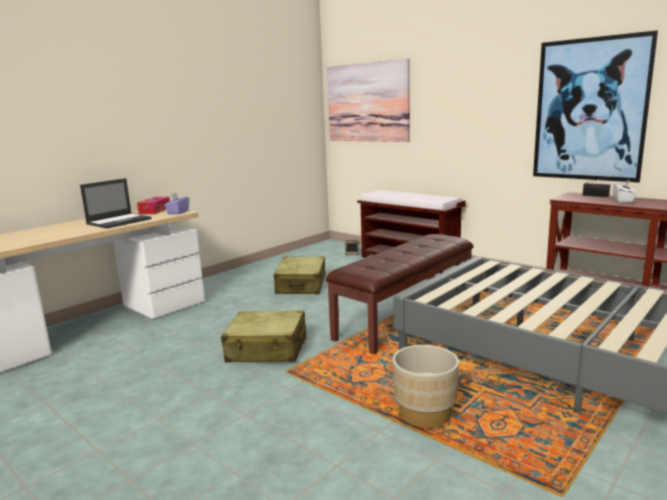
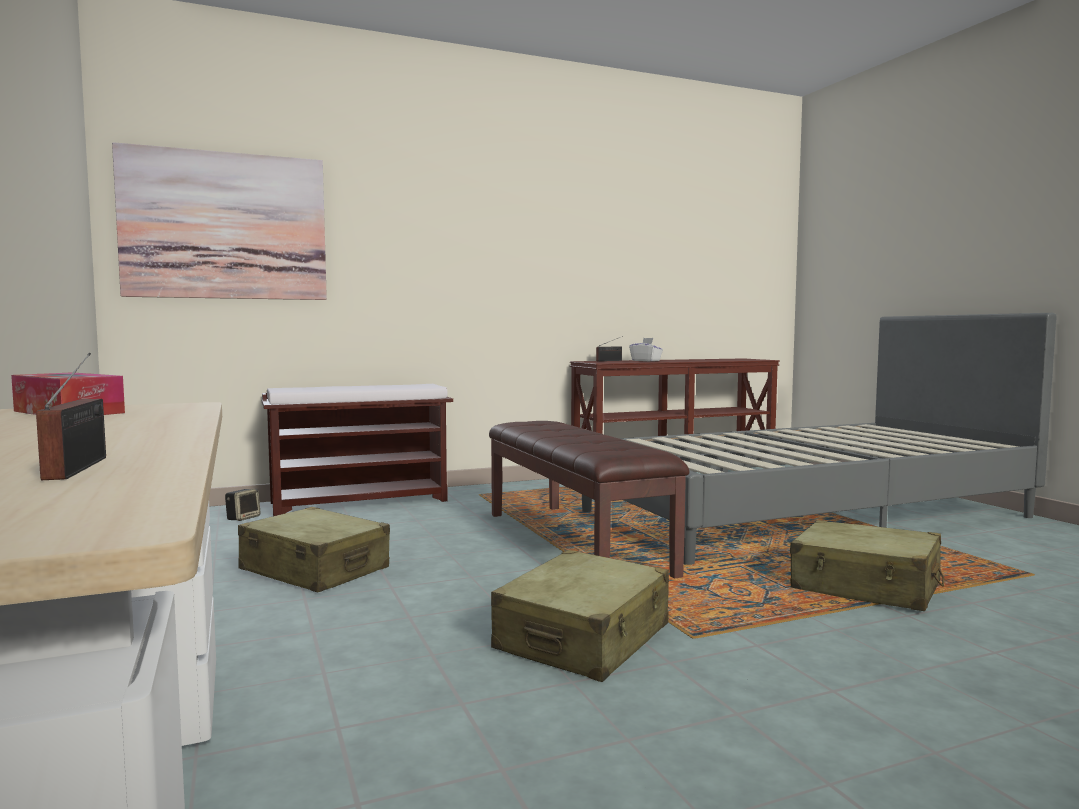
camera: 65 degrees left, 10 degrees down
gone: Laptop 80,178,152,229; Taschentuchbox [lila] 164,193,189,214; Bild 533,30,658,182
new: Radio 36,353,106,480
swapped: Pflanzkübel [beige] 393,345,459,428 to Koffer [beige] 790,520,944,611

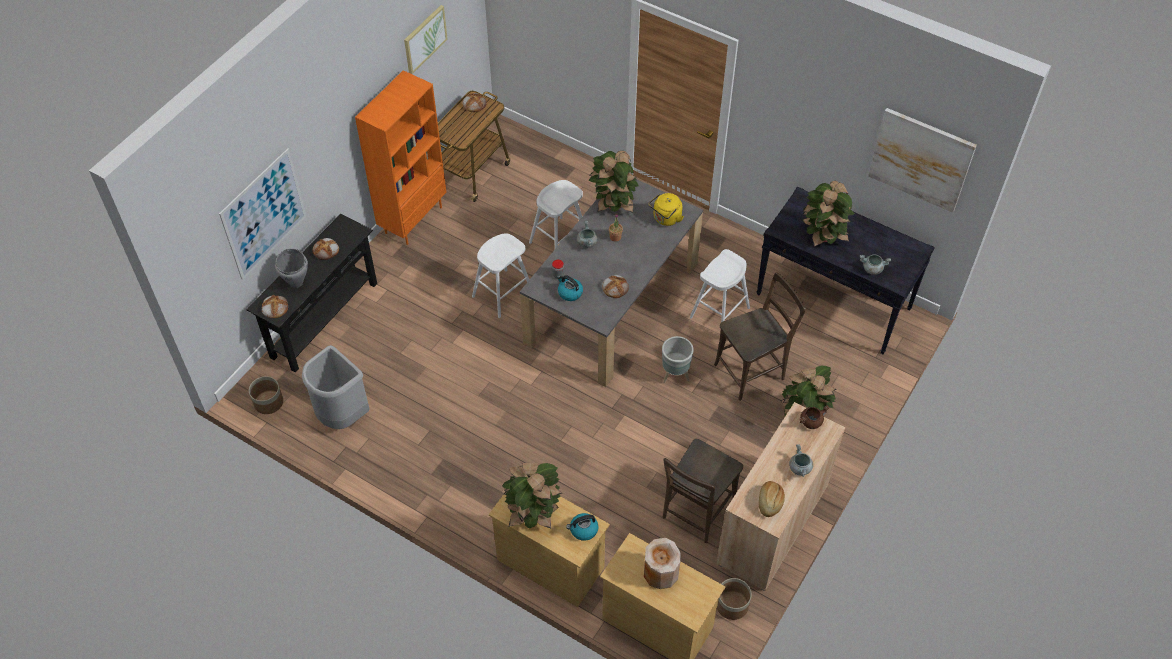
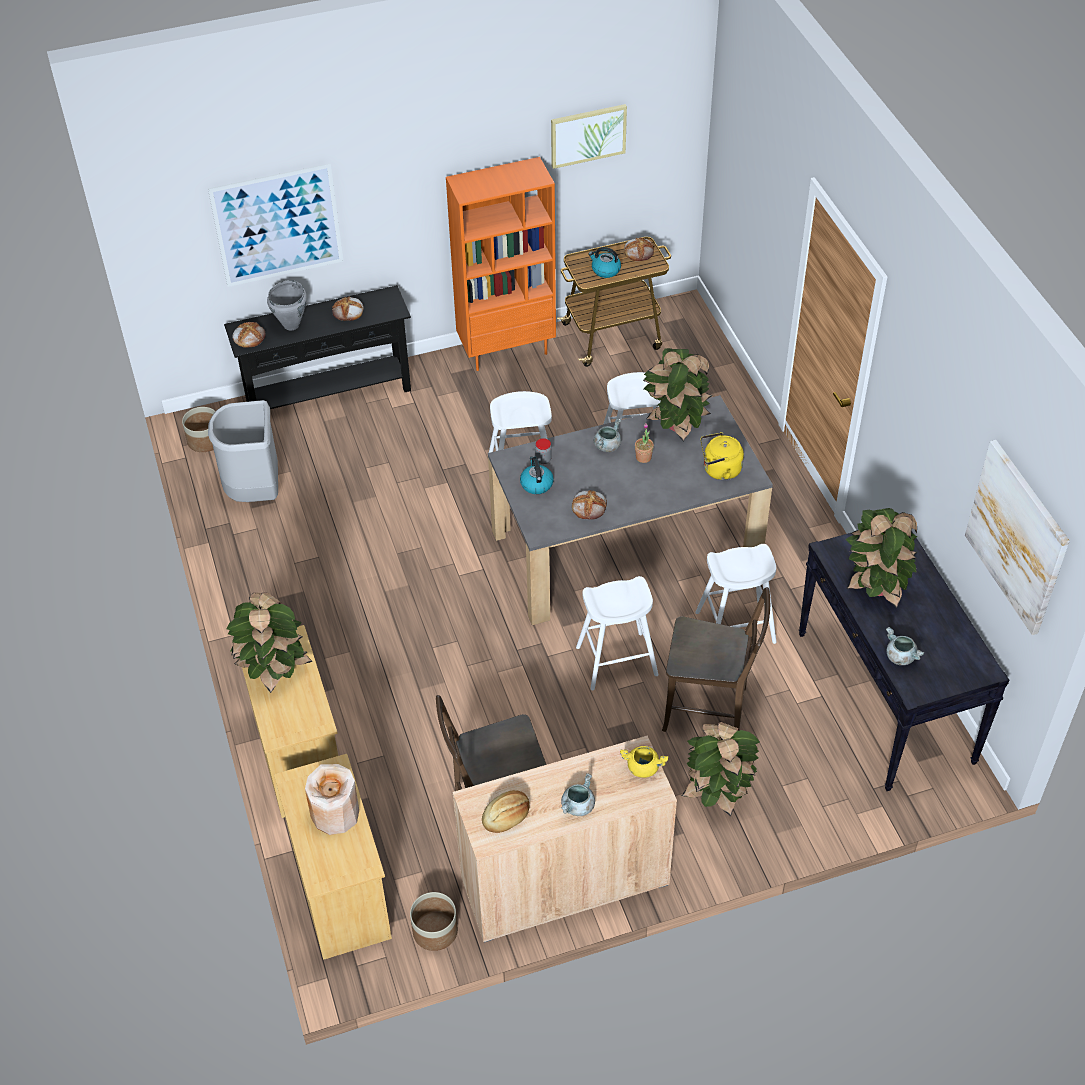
camera: 40 degrees right, 5 degrees down
shifted: Wasserkessel 566,513,599,541 to 588,247,621,278
swapped: Pflanzkübel [grau] 662,336,694,384 to Hocker [weiß] 576,576,658,690
repainted: Kochtopf [braun] 800,405,829,429 to Kochtopf [gelb] 620,746,668,778

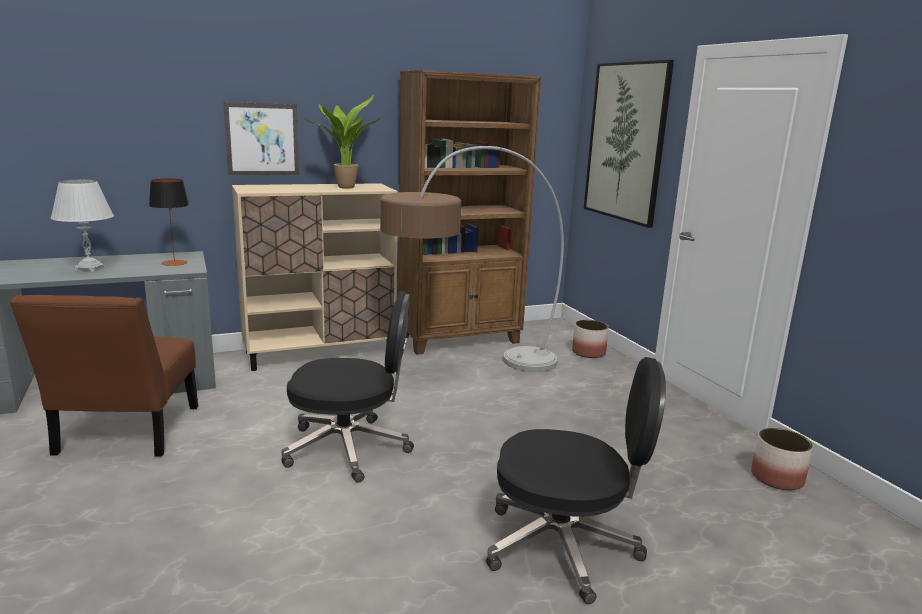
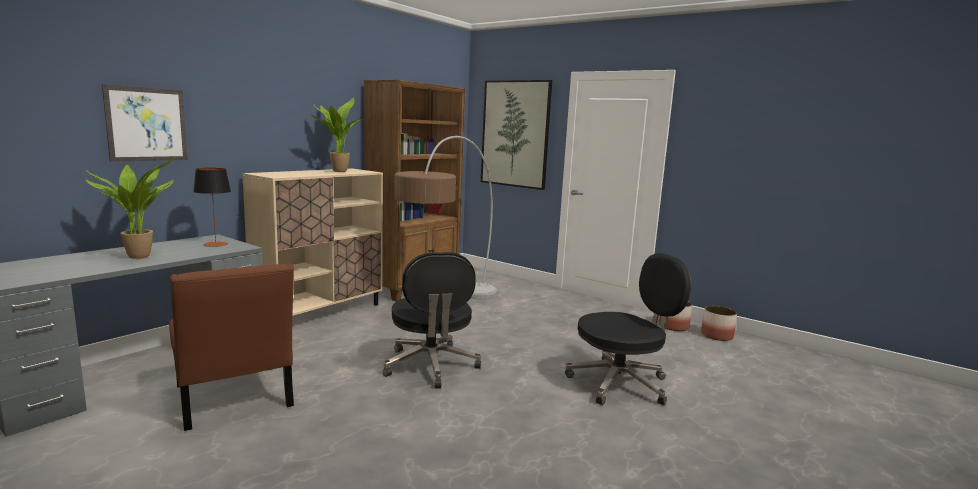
camera: 30 degrees left, 5 degrees down
shifted: Bild 223,102,299,175 to 102,84,188,162; Pflanzkübel 572,320,609,358 to 701,306,737,341
swapped: Tischlampe [weiß] 51,180,114,272 to Topfpflanze 86,156,174,259
rotated: Bürostuhl [schwarz] 281,291,414,483 = 383,252,481,388 105 degrees clockwise

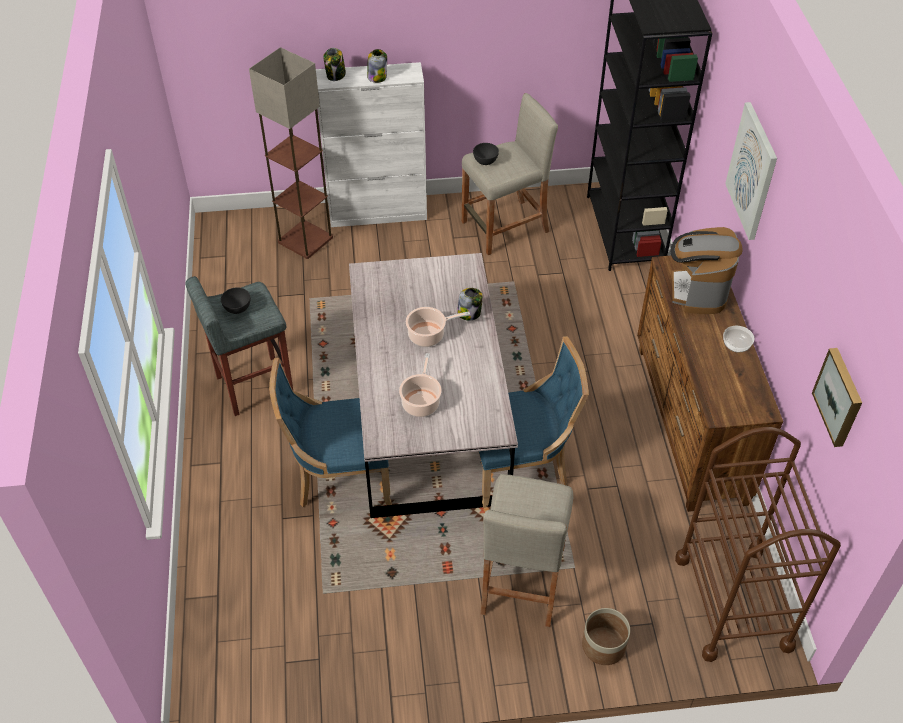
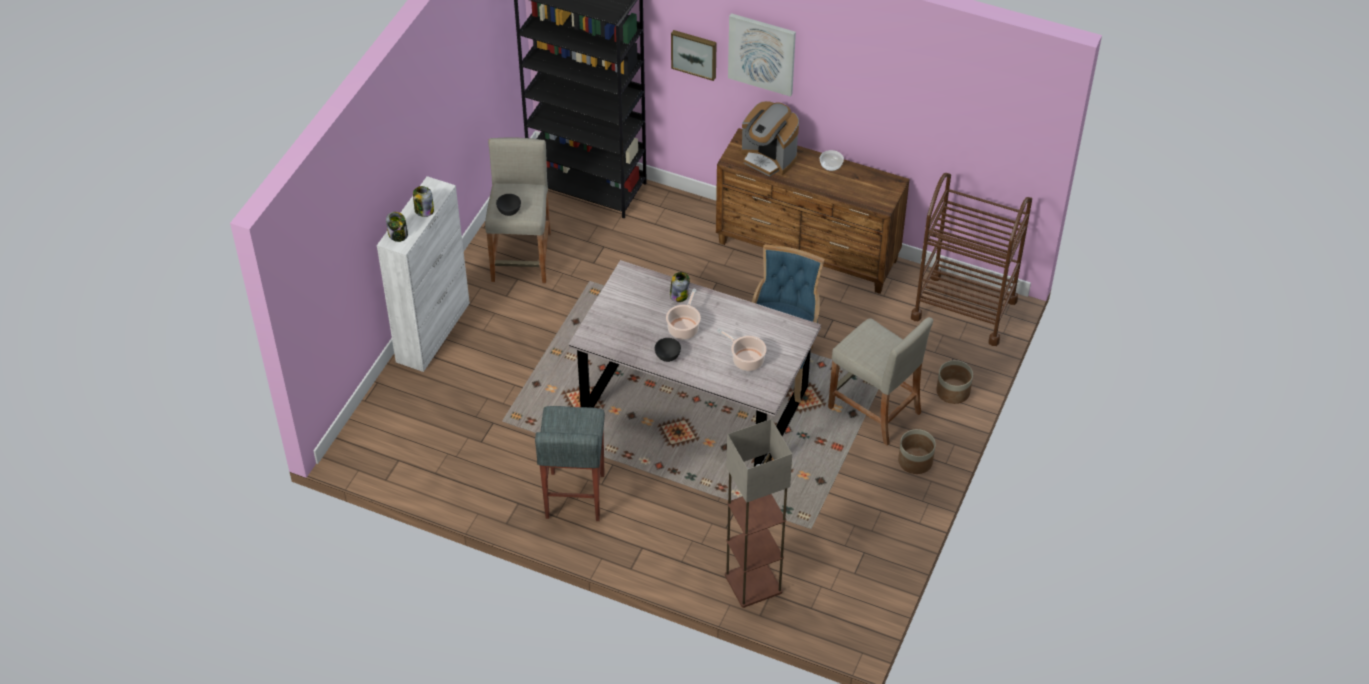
camera: 60 degrees left, 0 degrees up
gone: Stuhl [blau] 269,358,392,507
new: Pflanzkübel 898,429,936,474
shifted: Schüssel [grau] 221,287,250,314 to 655,338,681,362; Stehlampe 249,47,333,259 to 725,419,792,608; Bild 812,348,862,447 to 671,30,717,81

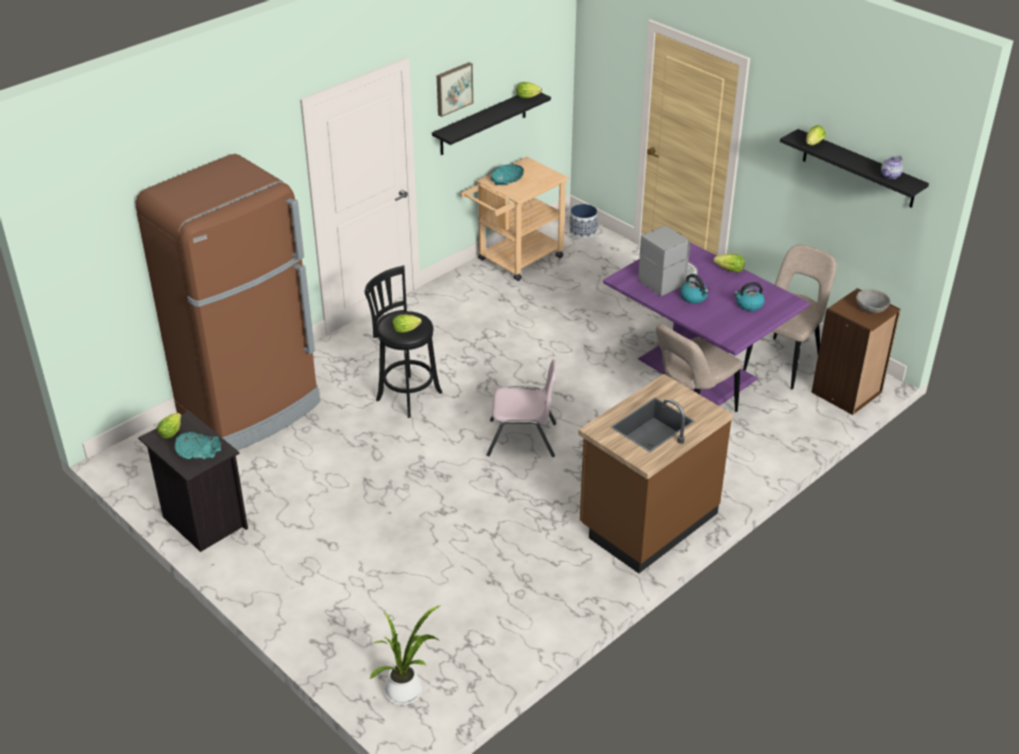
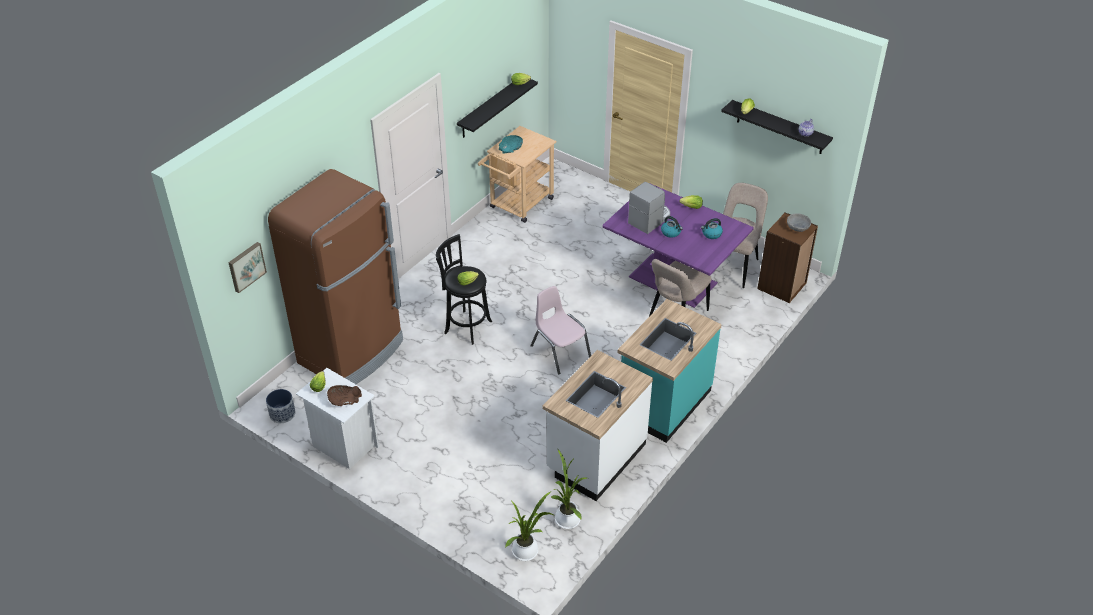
camera: 10 degrees left, 5 degrees up
new: Küchenzeile [weiß] 543,350,653,501; Topfpflanze 551,448,587,529
shifted: Bild 437,62,473,117 to 228,242,267,293; Pflanzkübel 570,204,598,239 to 266,389,296,423
repainted: Nachttisch [schwarz] 138,411,248,552 to Nachttisch [weiß] 296,368,379,469; Schüssel [türkis] 175,432,221,459 to Schüssel [braun] 327,385,362,406; Küchenzeile [braun] 578,374,733,573 to Küchenzeile [türkis] 618,299,722,443
rotated: Stuhl [rosa] 487,359,556,457 = 530,286,591,374 120 degrees counterclockwise

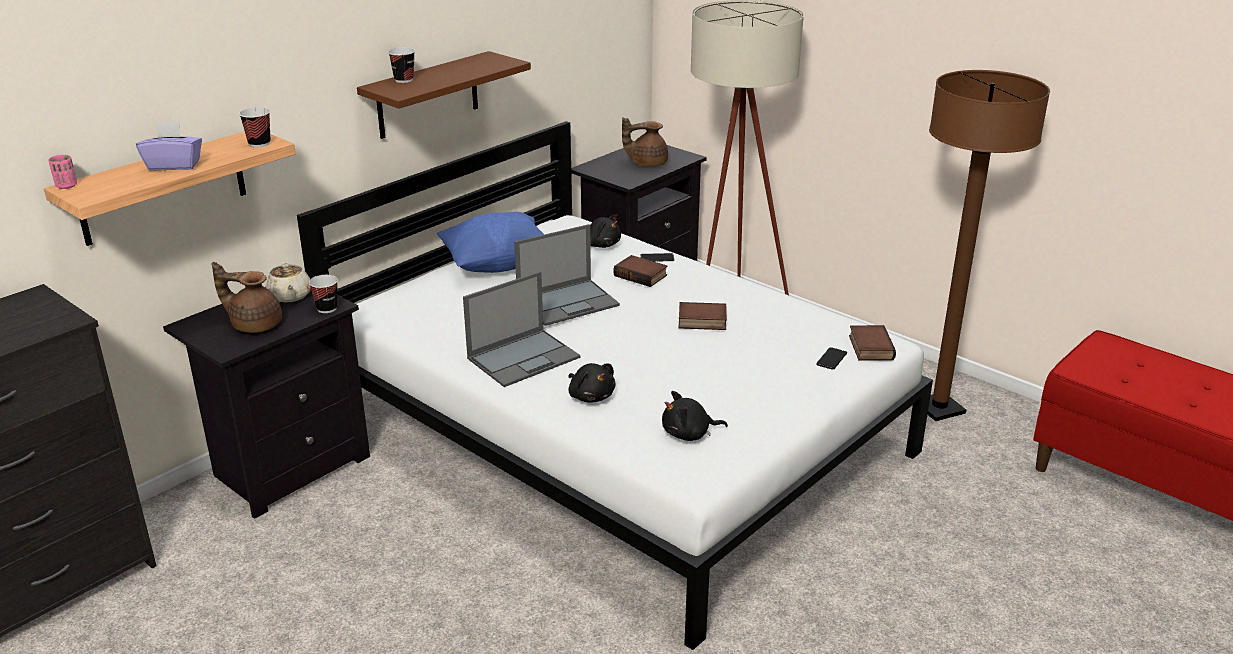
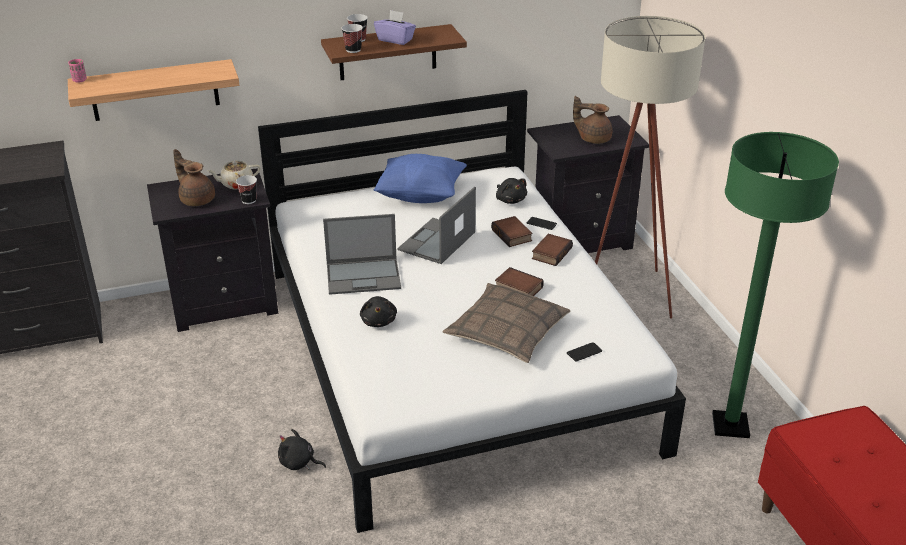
camera: 30 degrees right, 5 degrees up
new: Kissen 442,283,571,363
shifted: Taschentuchbox [lila] 136,122,202,171 to 374,10,416,45; Tasse 239,107,270,147 to 342,24,363,53; Plüschtier [schwarz] 662,391,728,441 to 278,429,326,470; Buch 849,325,896,361 to 532,234,573,266
repainted: Stehlampe [braun] 927,70,1050,421 to Stehlampe [grün] 712,132,839,438
rotated: Teekanne [beige] 266,262,311,303 = 207,160,261,189 60 degrees clockwise; Laptop 514,224,620,326 = 398,187,476,264 120 degrees clockwise

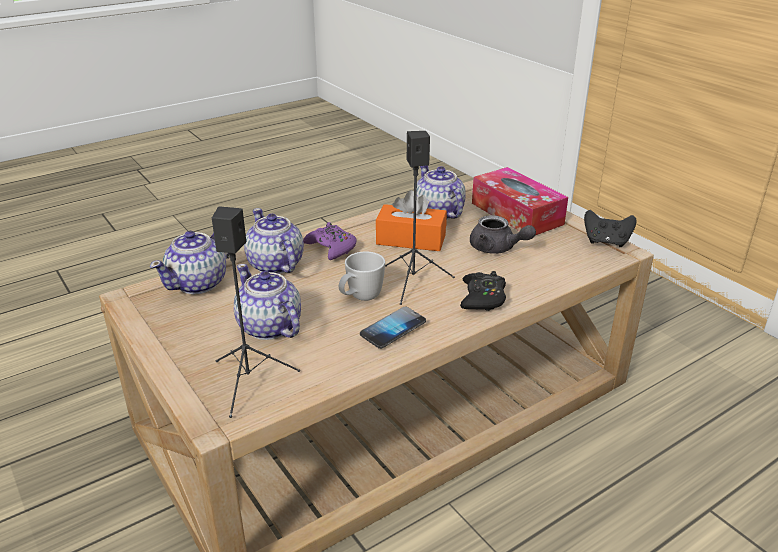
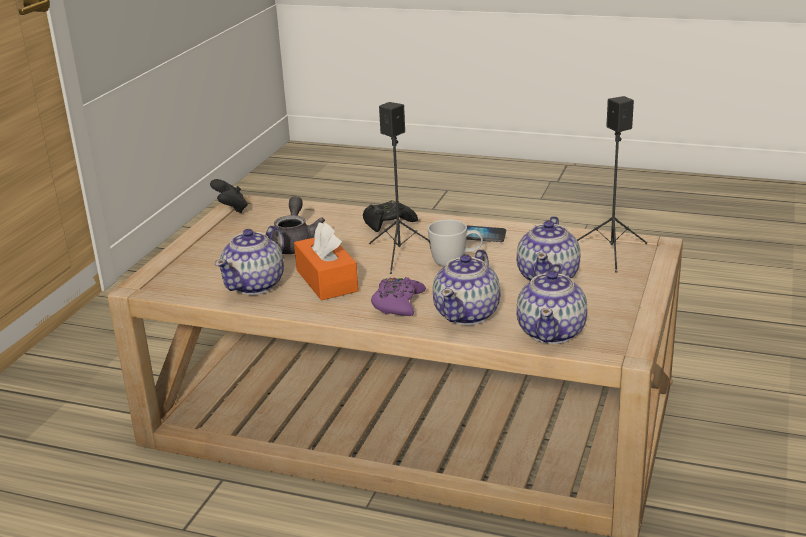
camera: 125 degrees left, 5 degrees down
gone: Taschentuchbox 472,167,568,235
rotated: Teekanne 150,231,229,294 = 517,264,587,344 105 degrees clockwise

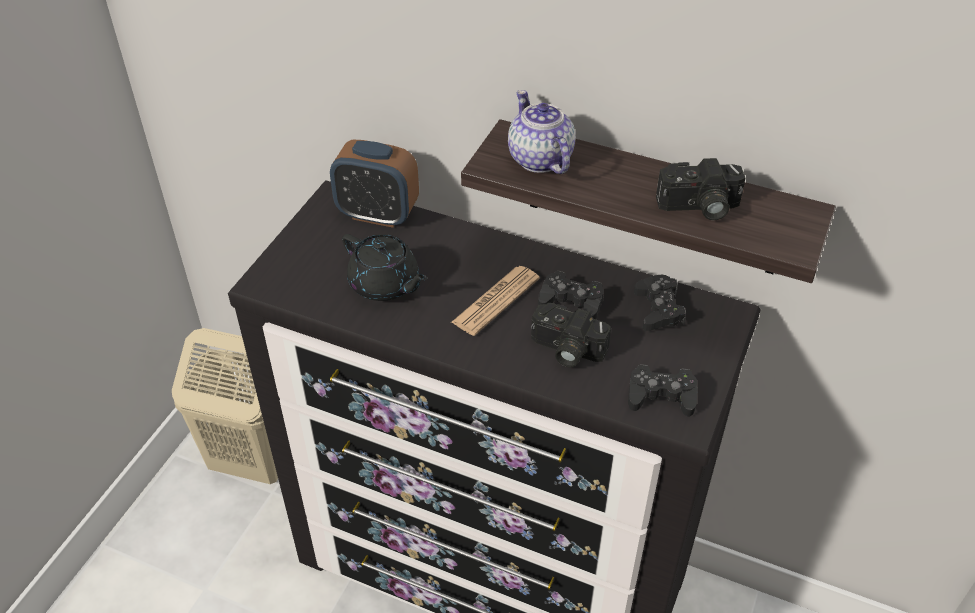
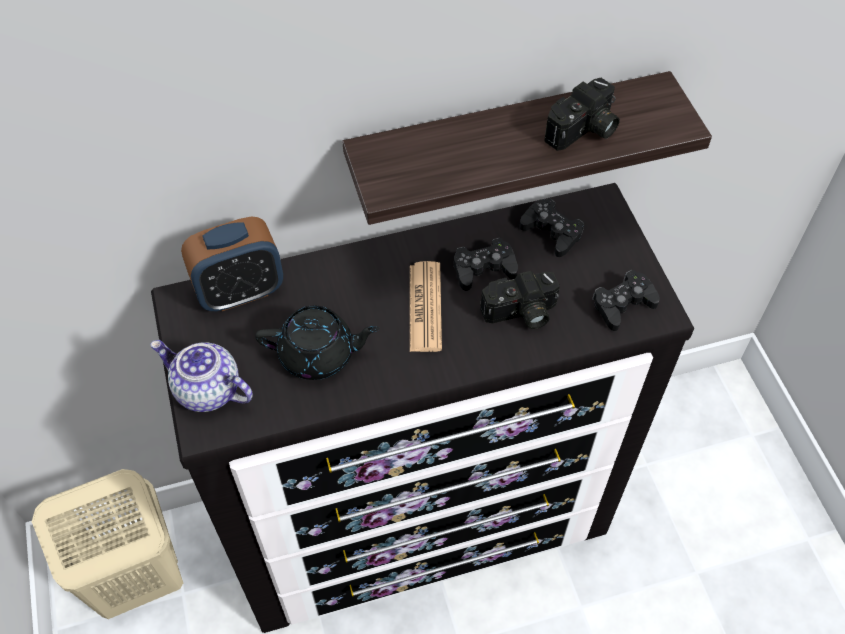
camera: 40 degrees left, 10 degrees up
shifted: Teekanne 508,90,575,174 to 151,340,253,412

